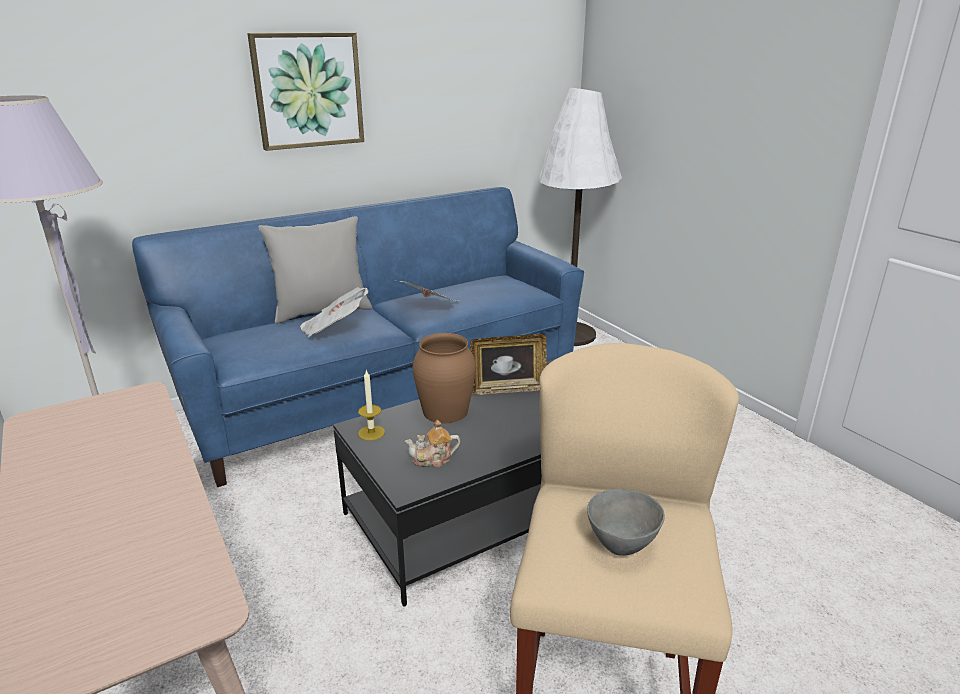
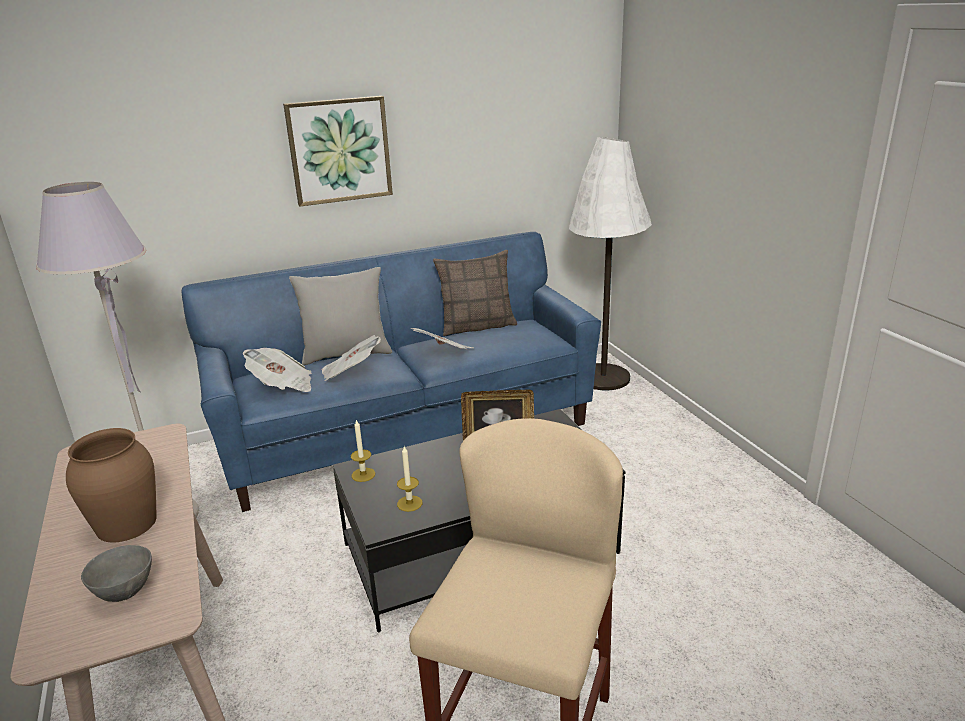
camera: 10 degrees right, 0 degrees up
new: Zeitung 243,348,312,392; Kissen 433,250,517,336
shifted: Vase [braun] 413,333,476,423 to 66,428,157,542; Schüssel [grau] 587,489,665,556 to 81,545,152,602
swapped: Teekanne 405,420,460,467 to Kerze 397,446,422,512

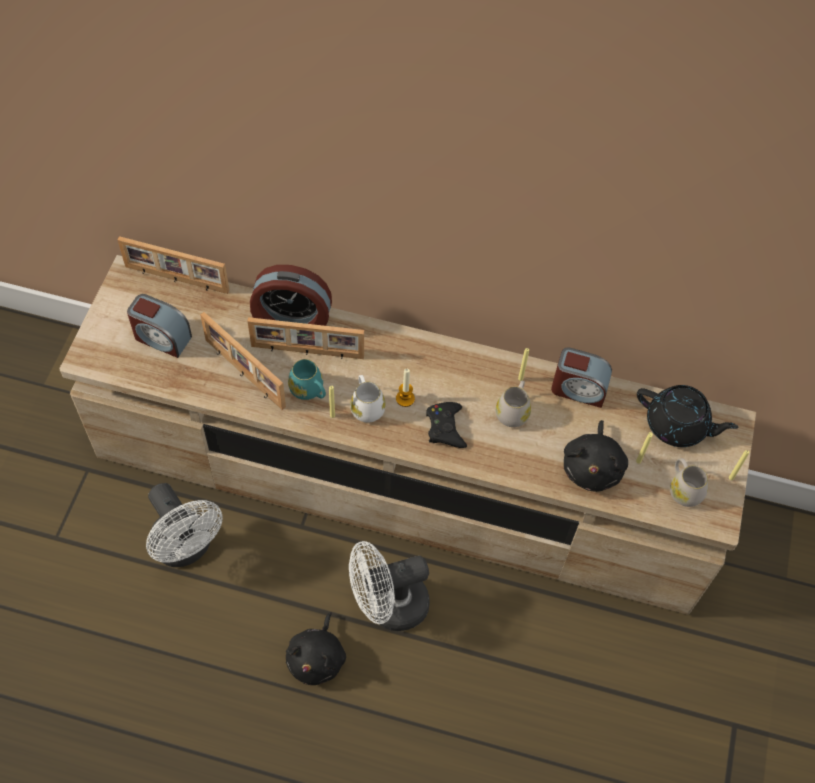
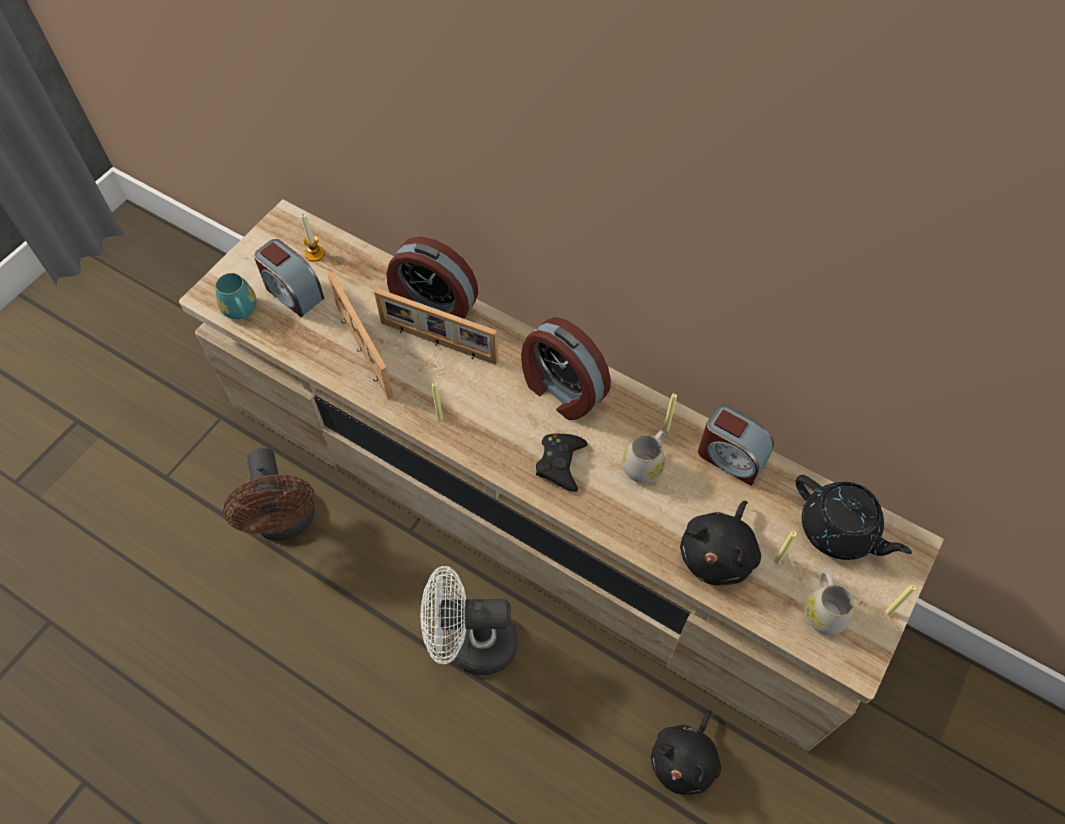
camera: 20 degrees right, 0 degrees up
gone: Bilderrahmen 118,236,229,294; Henkelbecher [weiß] 350,375,386,423
new: Wecker 521,317,611,420
shifted: Plüschtier [schwarz] 286,612,346,685 to 651,710,721,795; Henkelbecher [türkis] 288,359,326,400 to 216,273,257,320; Kerze 396,369,415,407 to 300,214,325,262
repainted: Ventilator [weiß] 146,483,222,567 to Ventilator [braun] 223,448,316,541

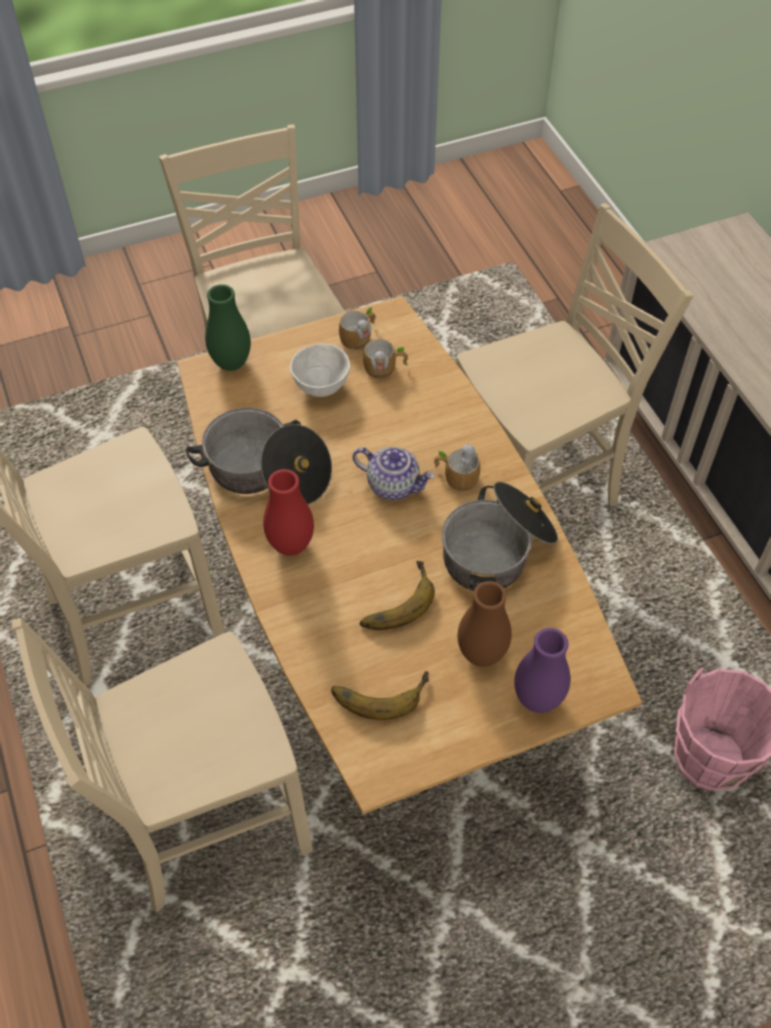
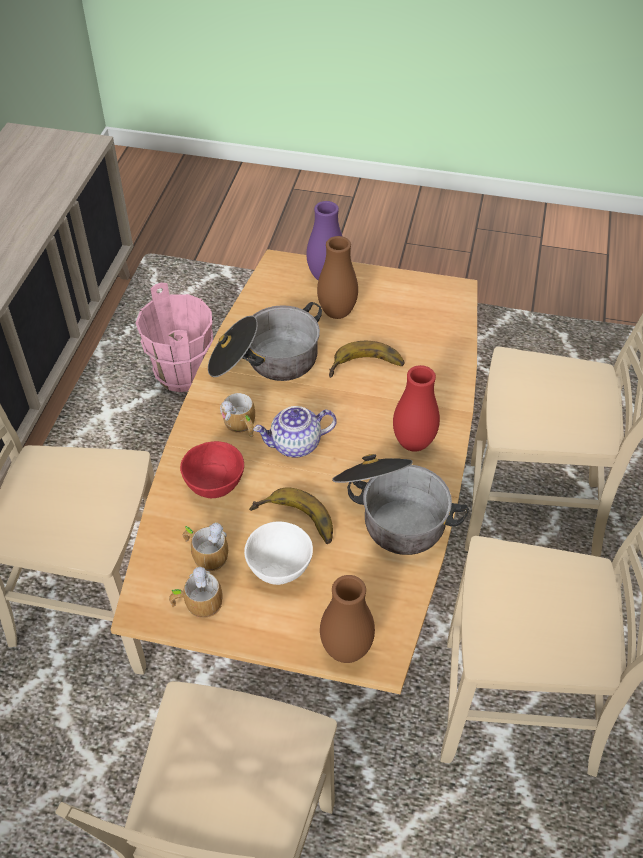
camera: 145 degrees left, 5 degrees down
new: Schüssel [rot] 180,441,244,498
shifted: Banane 331,671,429,720 to 249,487,333,544
repainted: Vase [grün] 205,284,251,371 to Vase [braun] 320,575,375,663
rotated: Teekanne 352,447,435,500 = 253,406,337,458 75 degrees counterclockwise

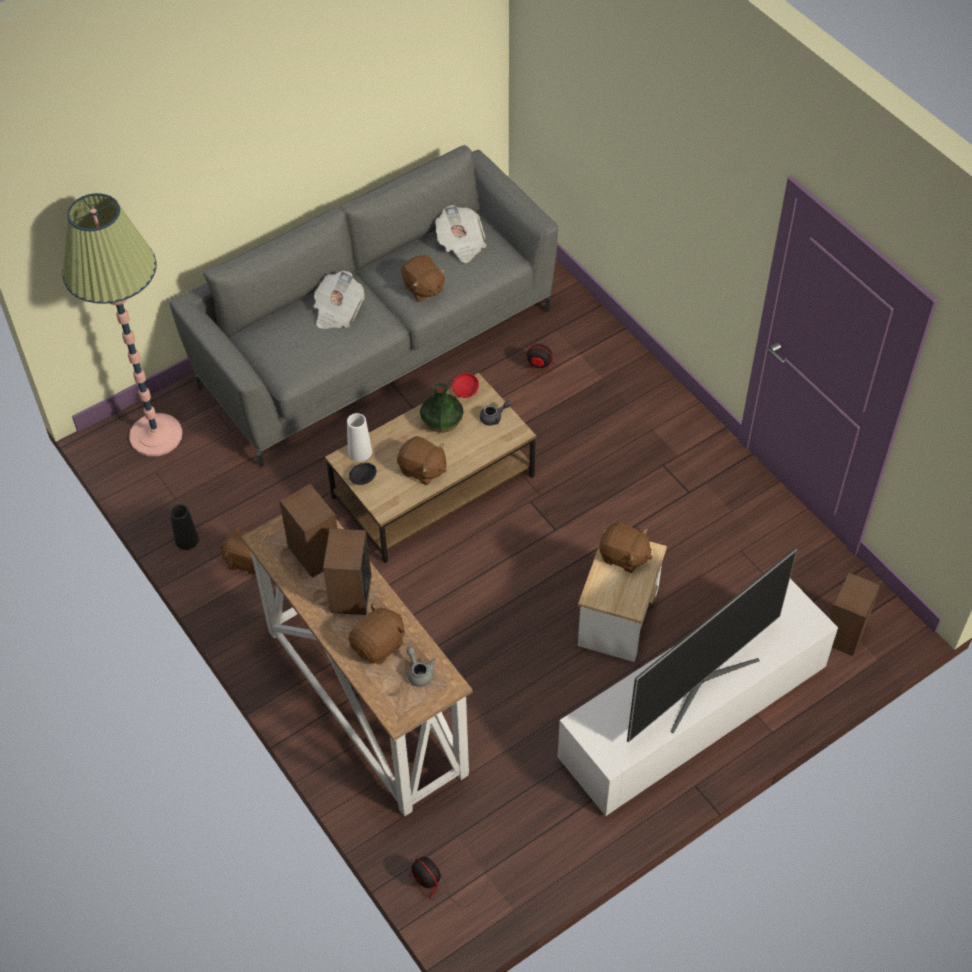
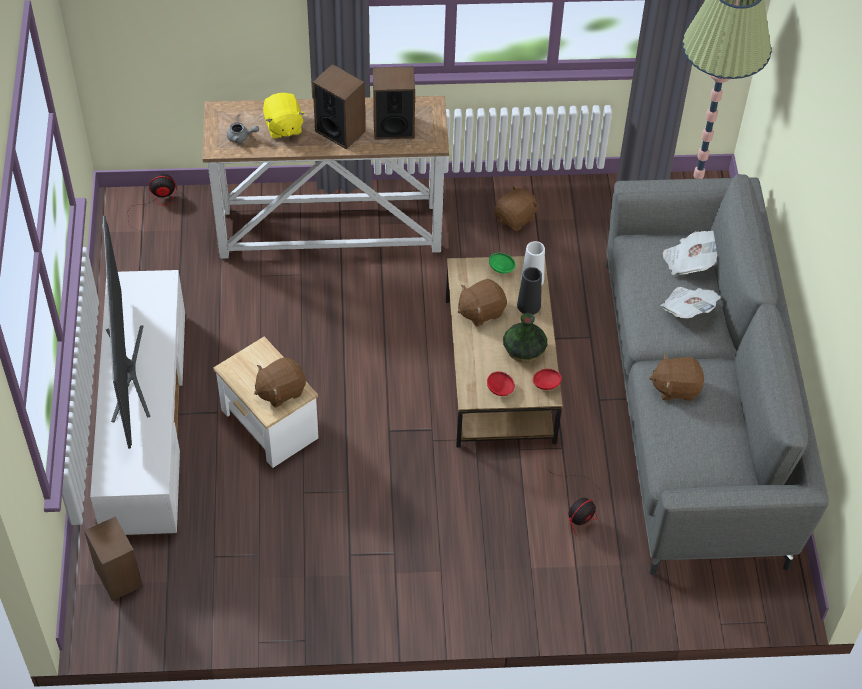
camera: 120 degrees right, 0 degrees up
shifted: Vase [schwarz] 170,504,199,550 to 517,267,542,315; Zeitung 435,205,487,263 to 662,231,717,275
swapped: Teekanne [grau] 480,400,511,425 to Schüssel [rot] 487,371,515,396
repainted: Plüschtier [braun] 348,604,405,664 to Plüschtier [gelb] 263,93,305,139; Schüssel [schwarz] 349,463,376,485 to Schüssel [grün] 489,252,515,274

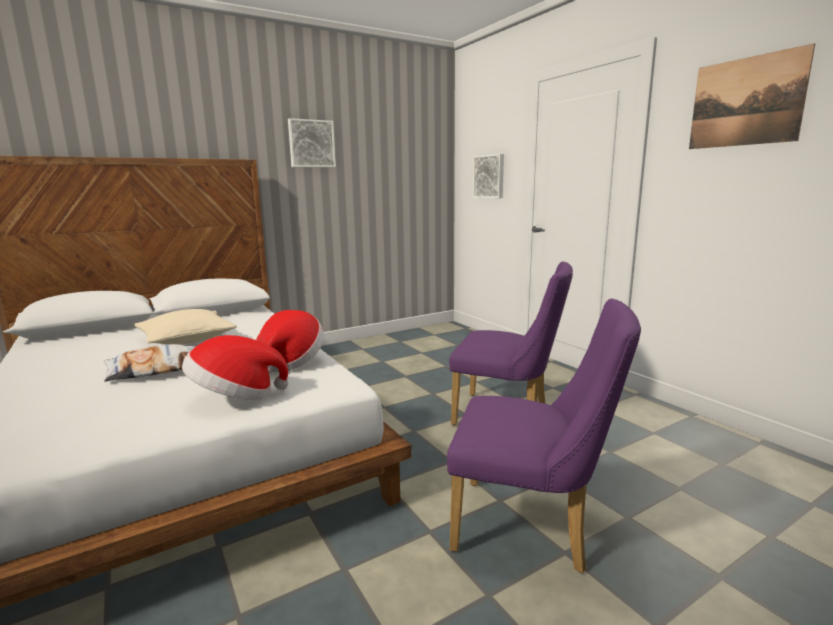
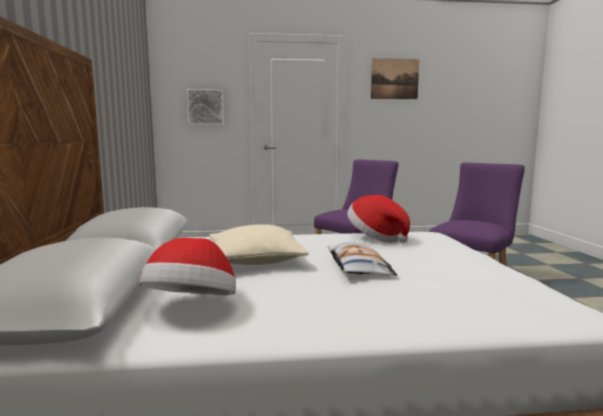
camera: 65 degrees left, 5 degrees down
gone: Bild 288,118,336,167
shifted: Hut 182,335,288,400 to 139,238,236,295

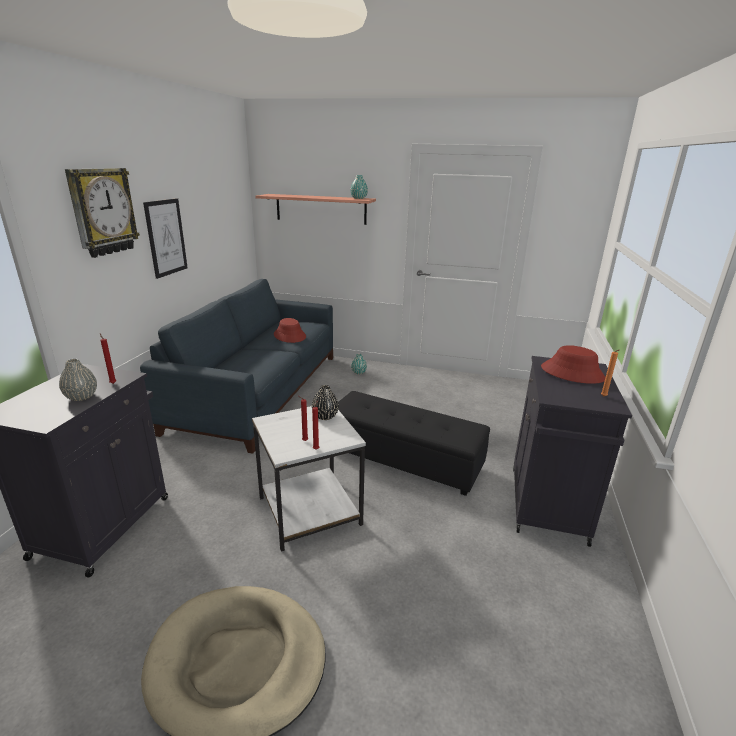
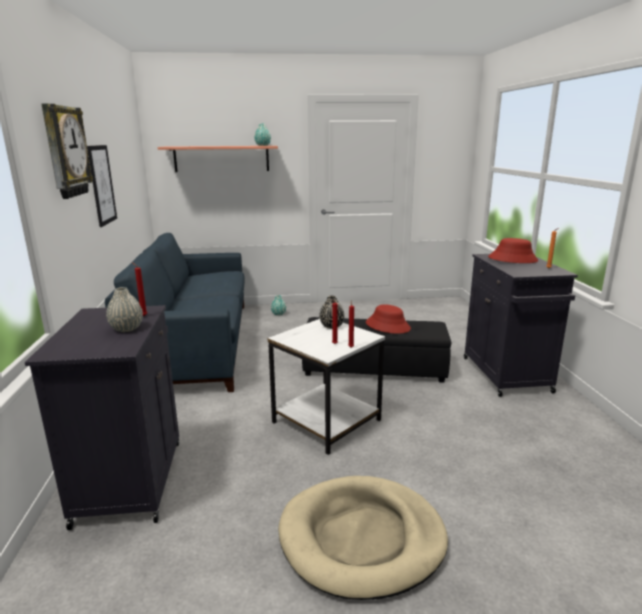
camera: 20 degrees left, 5 degrees down
shifted: Hut [rot] 274,318,306,343 to 366,304,411,334

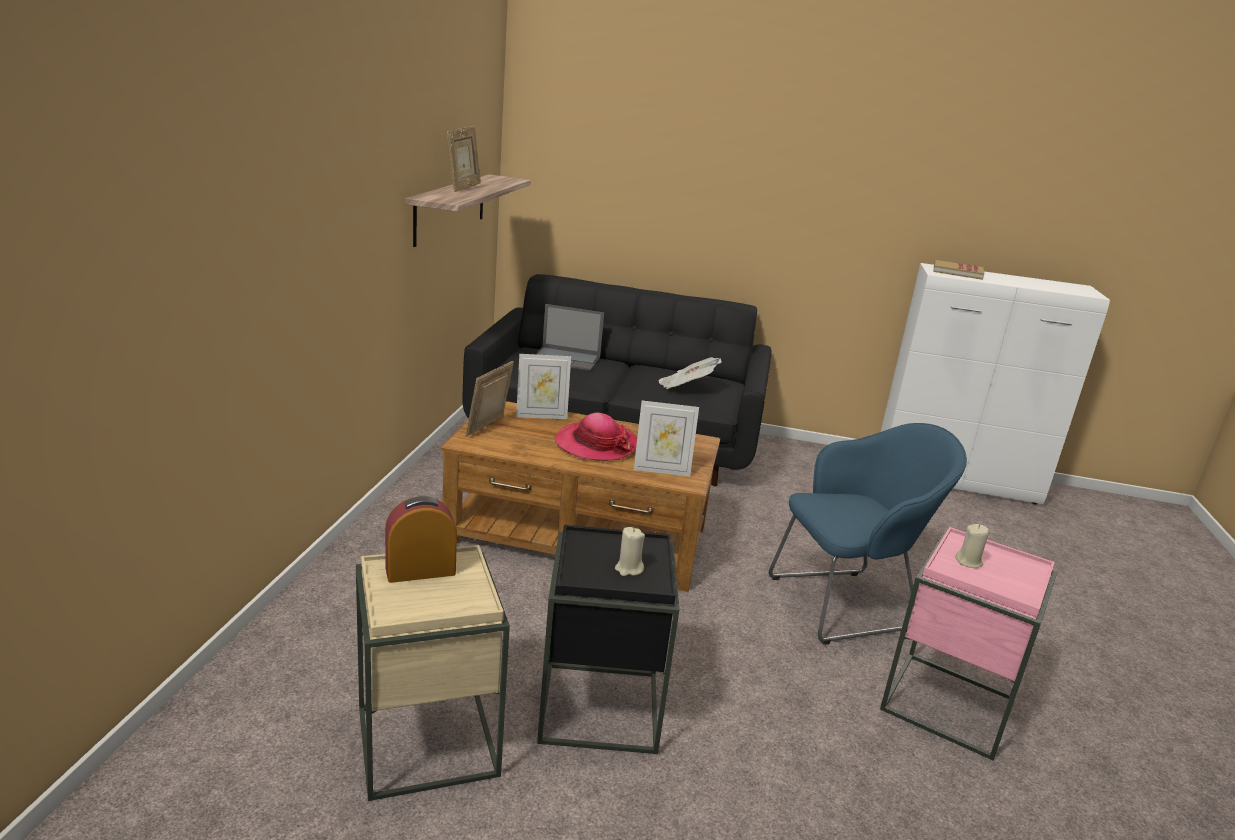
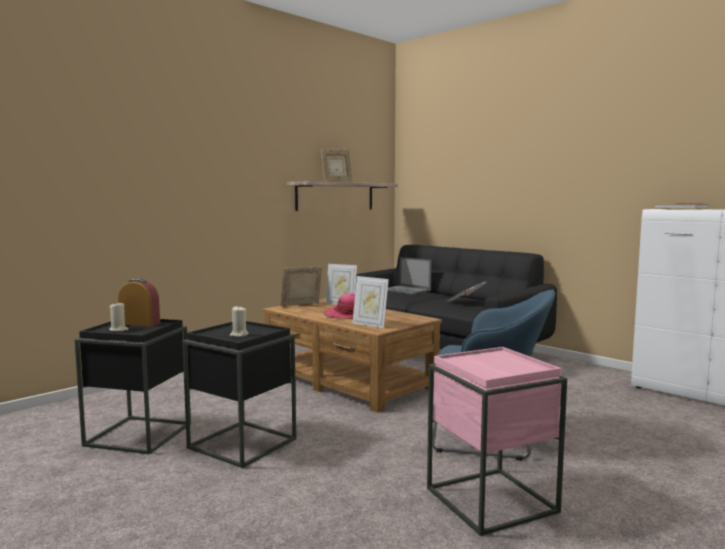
camera: 35 degrees right, 15 degrees down
shifted: Kerze [beige] 955,524,989,568 to 109,303,128,332
repainted: Beistelltisch [beige] 356,545,510,801 to Beistelltisch [schwarz] 75,319,191,454

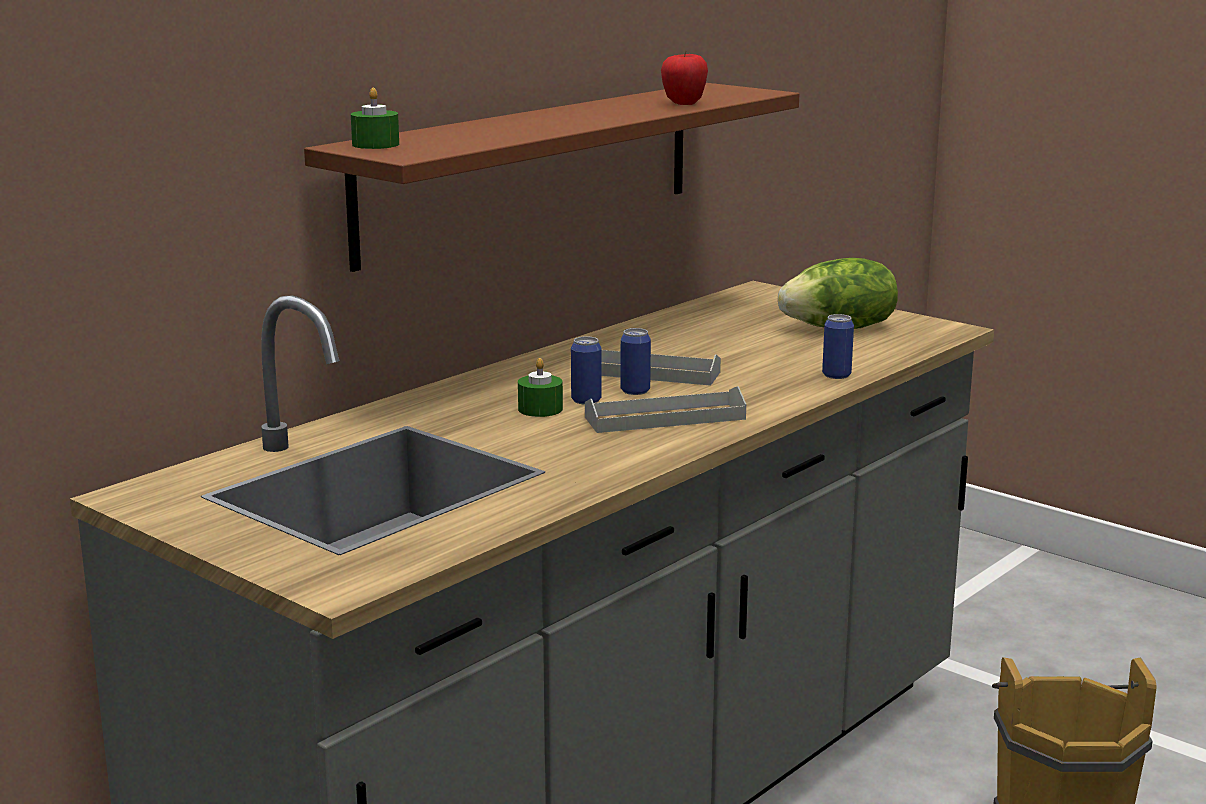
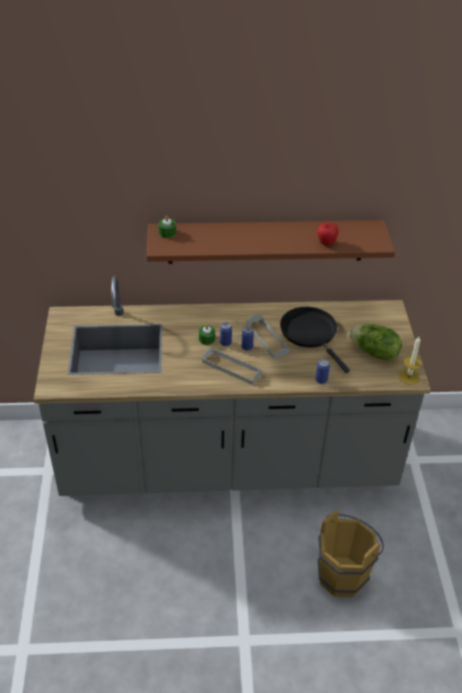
camera: 45 degrees right, 25 degrees up
new: Pfanne [schwarz] 280,307,350,373; Kerze 399,337,422,385

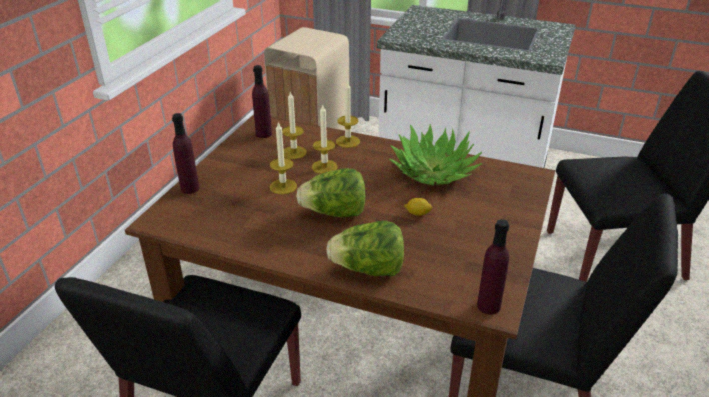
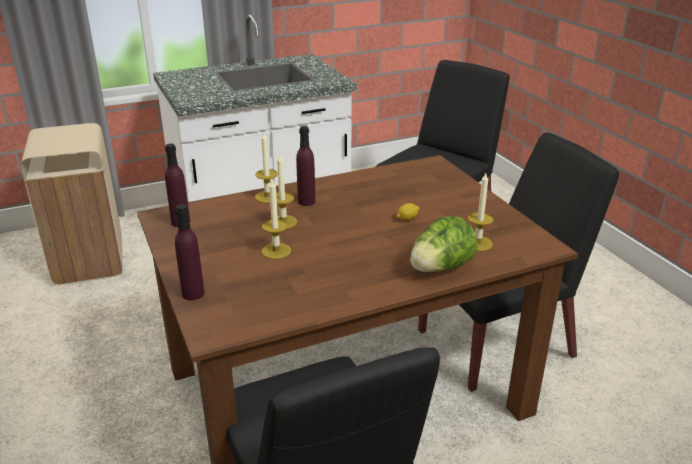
camera: 45 degrees left, 5 degrees down
gone: Salatkopf 296,168,365,217; Topfpflanze 389,124,483,186
shifted: Kerze 282,91,307,159 to 468,173,493,251; Flasche [lila] 477,219,509,315 to 296,126,315,206

